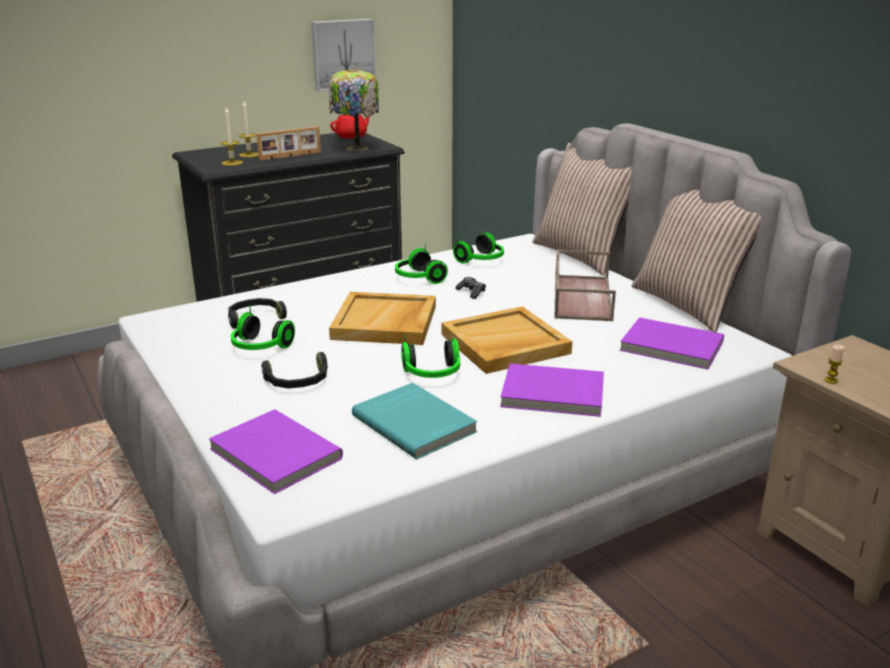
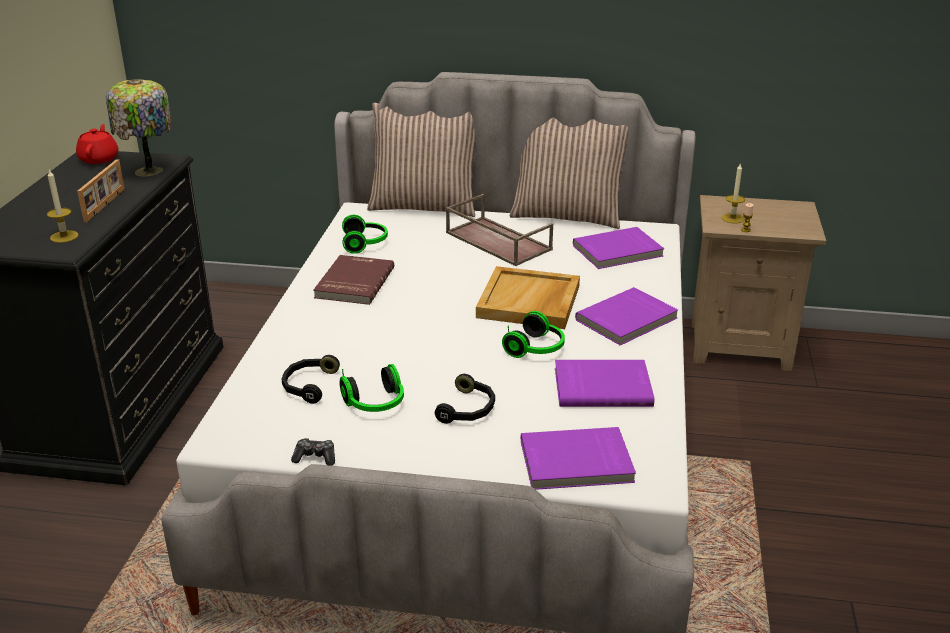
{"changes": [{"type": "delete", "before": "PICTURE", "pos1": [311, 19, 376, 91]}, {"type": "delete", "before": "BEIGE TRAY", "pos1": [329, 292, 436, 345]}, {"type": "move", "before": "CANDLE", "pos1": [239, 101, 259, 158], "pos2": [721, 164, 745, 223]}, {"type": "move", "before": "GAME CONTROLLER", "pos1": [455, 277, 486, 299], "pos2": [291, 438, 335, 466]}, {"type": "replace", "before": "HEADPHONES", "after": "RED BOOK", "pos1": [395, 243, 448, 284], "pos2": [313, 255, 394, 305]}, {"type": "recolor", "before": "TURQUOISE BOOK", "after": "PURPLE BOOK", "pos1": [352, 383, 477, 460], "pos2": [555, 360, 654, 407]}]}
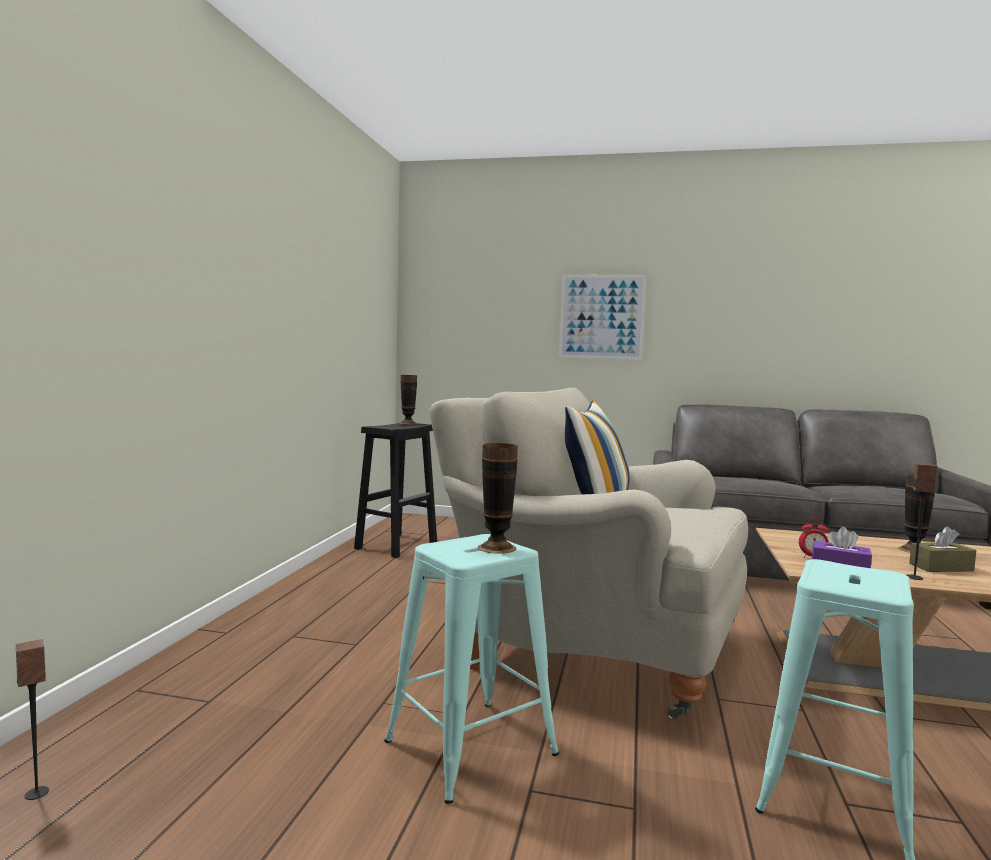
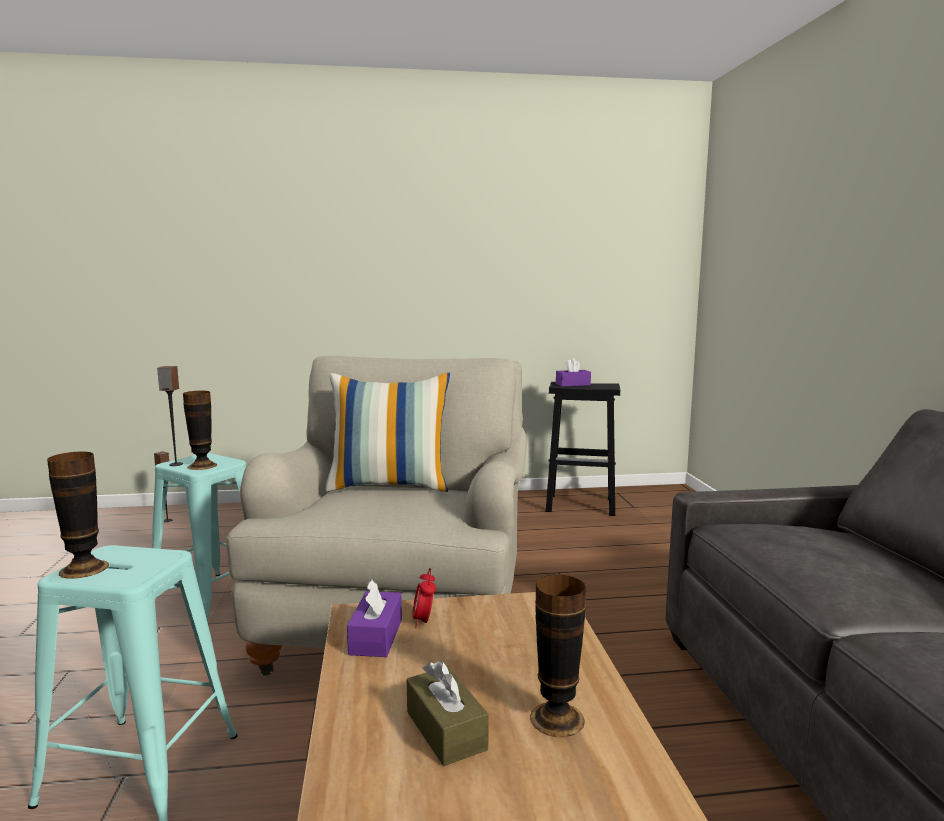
{"changes": [{"type": "delete", "before": "PICTURE", "pos1": [559, 275, 646, 360]}, {"type": "insert", "after": "PURPLE TISSUE BOX", "pos2": [556, 358, 591, 387]}, {"type": "move", "before": "VASE", "pos1": [399, 375, 417, 425], "pos2": [47, 451, 109, 579]}, {"type": "move", "before": "SPEAKER", "pos1": [907, 463, 938, 580], "pos2": [157, 366, 183, 466]}]}
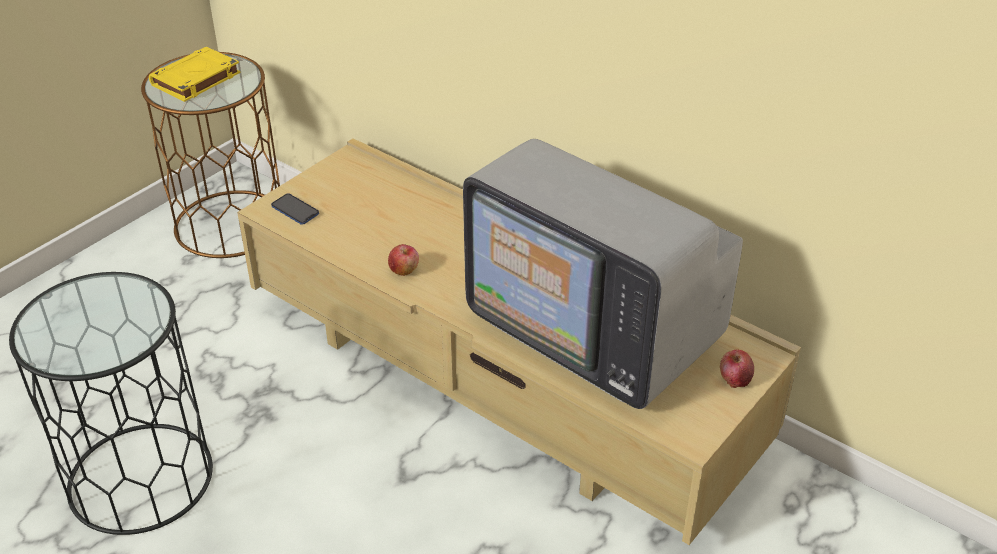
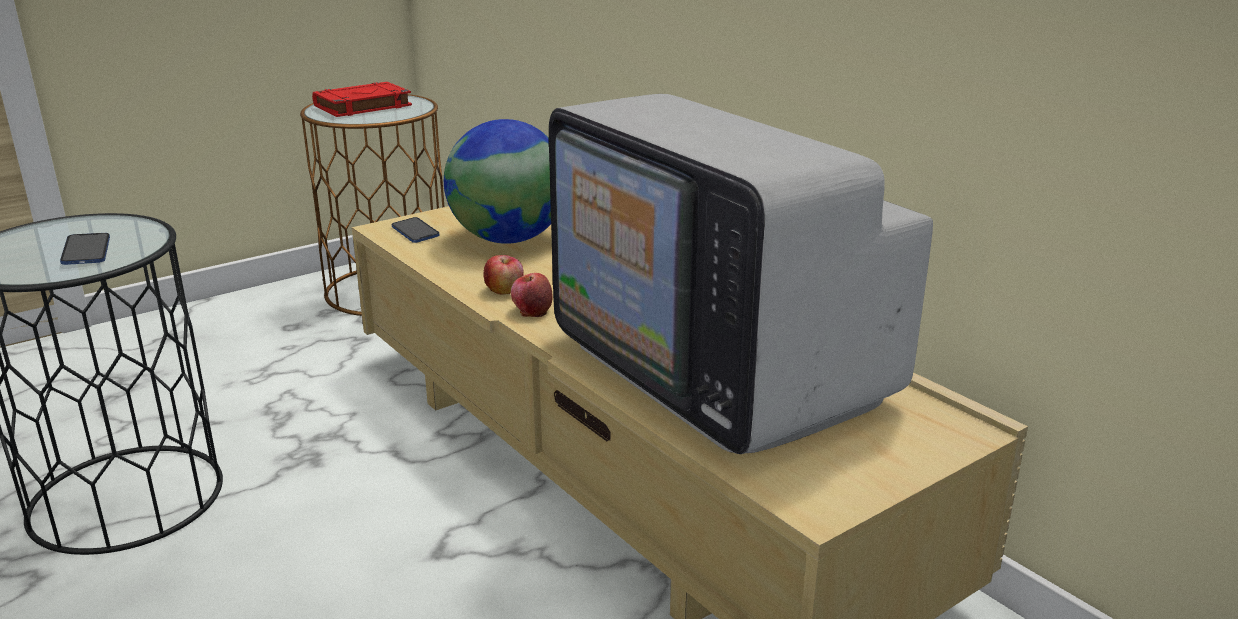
{"changes": [{"type": "insert", "after": "PHONE", "pos2": [60, 233, 110, 265]}, {"type": "insert", "after": "GLOBE", "pos2": [444, 119, 551, 244]}, {"type": "move", "before": "APPLE", "pos1": [720, 350, 754, 388], "pos2": [511, 273, 553, 317]}, {"type": "recolor", "before": "YELLOW BOOK", "after": "RED BOOK", "pos1": [149, 47, 241, 102], "pos2": [312, 82, 412, 117]}]}
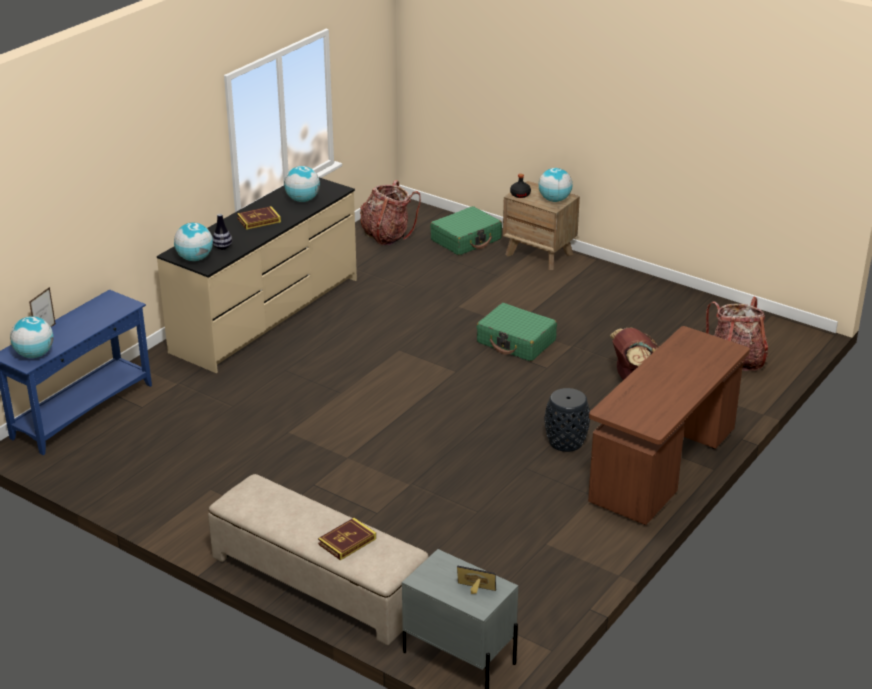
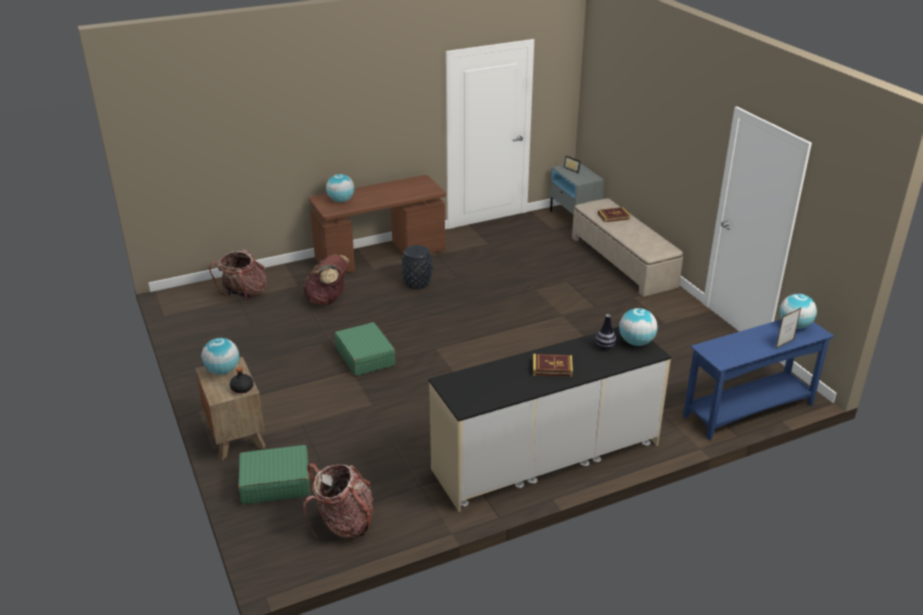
{"changes": [{"type": "move", "before": "GLOBE", "pos1": [284, 166, 320, 202], "pos2": [326, 174, 355, 202]}]}
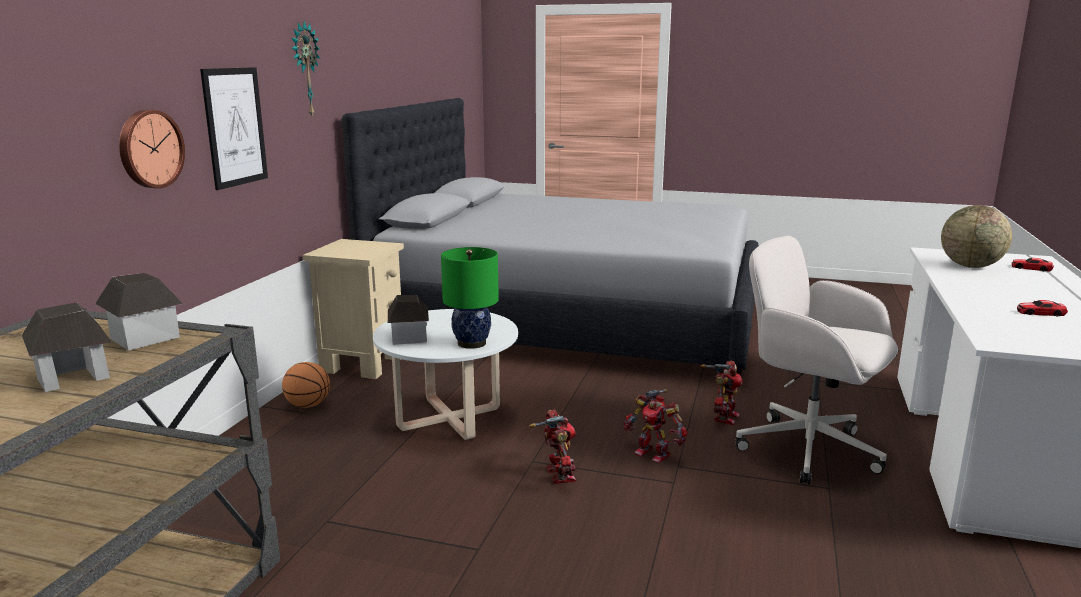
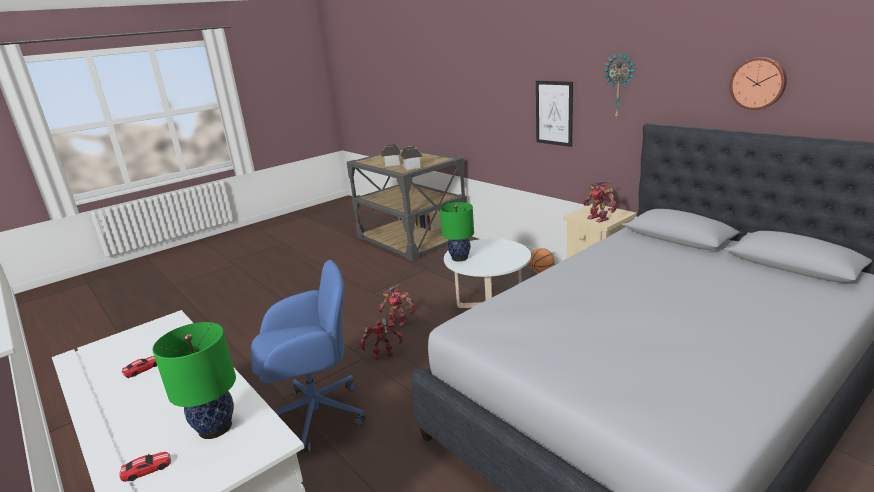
{"changes": [{"type": "delete", "before": "TOY HOUSE", "pos1": [388, 295, 429, 345]}, {"type": "move", "before": "WALL CLOCK", "pos1": [119, 110, 185, 188], "pos2": [730, 57, 787, 110]}, {"type": "move", "before": "TOY ROBOT", "pos1": [700, 361, 743, 425], "pos2": [583, 181, 617, 223]}, {"type": "replace", "before": "GLOBE", "after": "GREEN TABLE LAMP", "pos1": [941, 205, 1012, 268], "pos2": [152, 322, 236, 439]}, {"type": "recolor", "before": "WHITE OFFICE CHAIR", "after": "BLUE OFFICE CHAIR", "pos1": [735, 236, 898, 485], "pos2": [251, 260, 366, 453]}]}
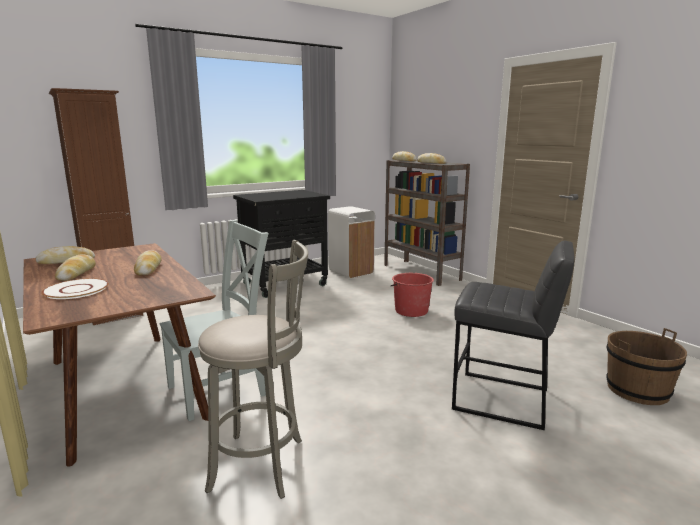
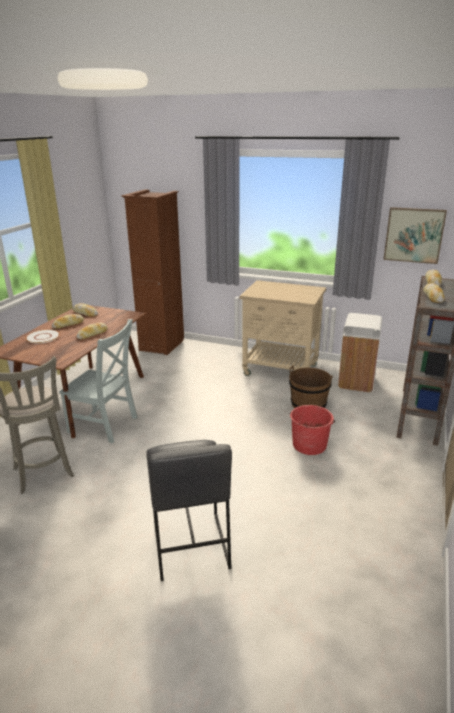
{"changes": [{"type": "insert", "after": "PICTURE", "pos2": [383, 207, 447, 264]}, {"type": "move", "before": "BROWN BUCKET", "pos1": [607, 328, 687, 405], "pos2": [289, 366, 333, 408]}, {"type": "recolor", "before": "BLACK CART", "after": "BEIGE CART", "pos1": [233, 190, 330, 298], "pos2": [240, 280, 326, 376]}]}
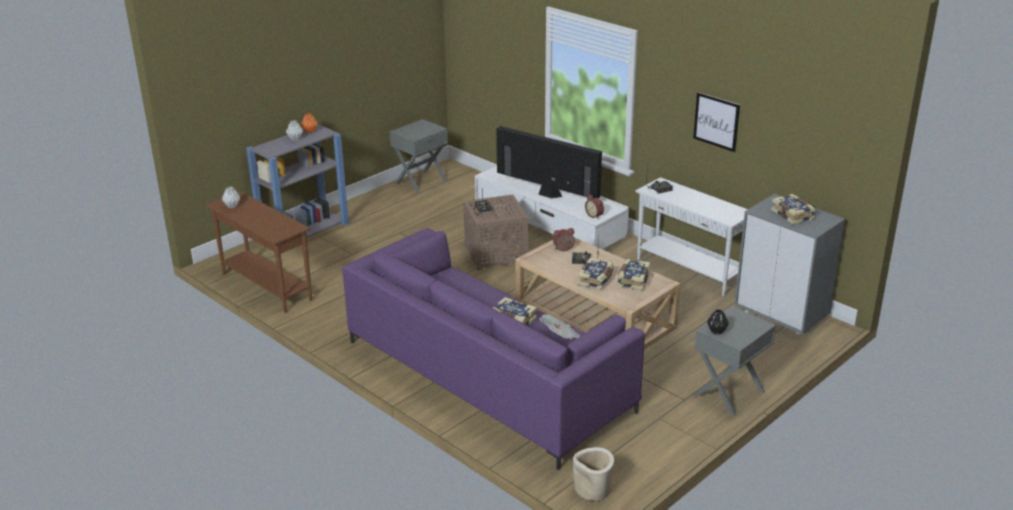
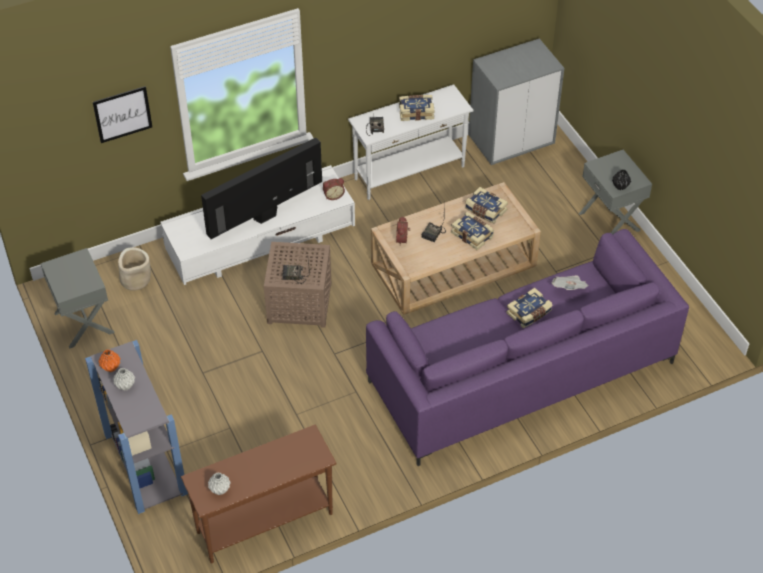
{"changes": [{"type": "move", "before": "BEIGE PLANTER", "pos1": [573, 447, 614, 501], "pos2": [118, 247, 151, 290]}, {"type": "move", "before": "PICTURE", "pos1": [693, 92, 740, 152], "pos2": [93, 86, 152, 143]}, {"type": "move", "before": "BOOK", "pos1": [771, 194, 816, 225], "pos2": [399, 95, 435, 121]}]}
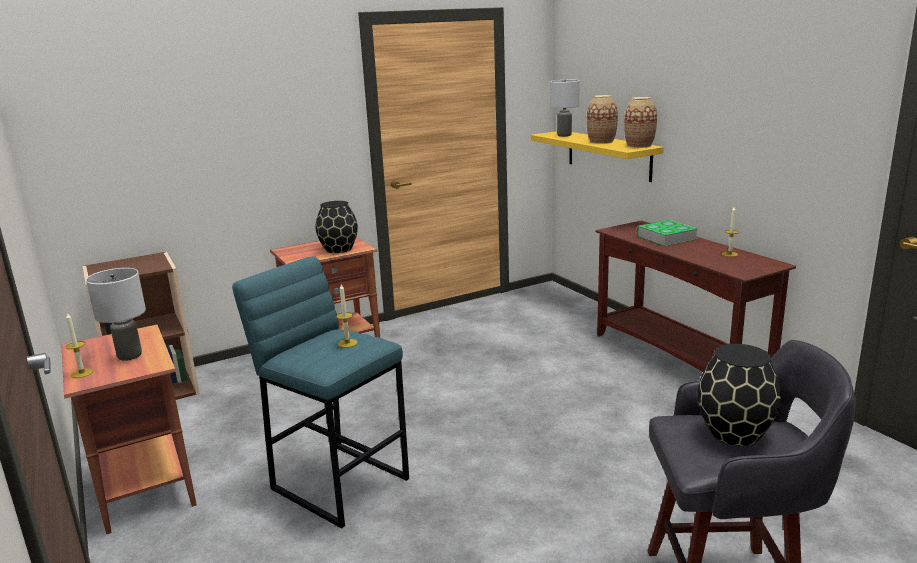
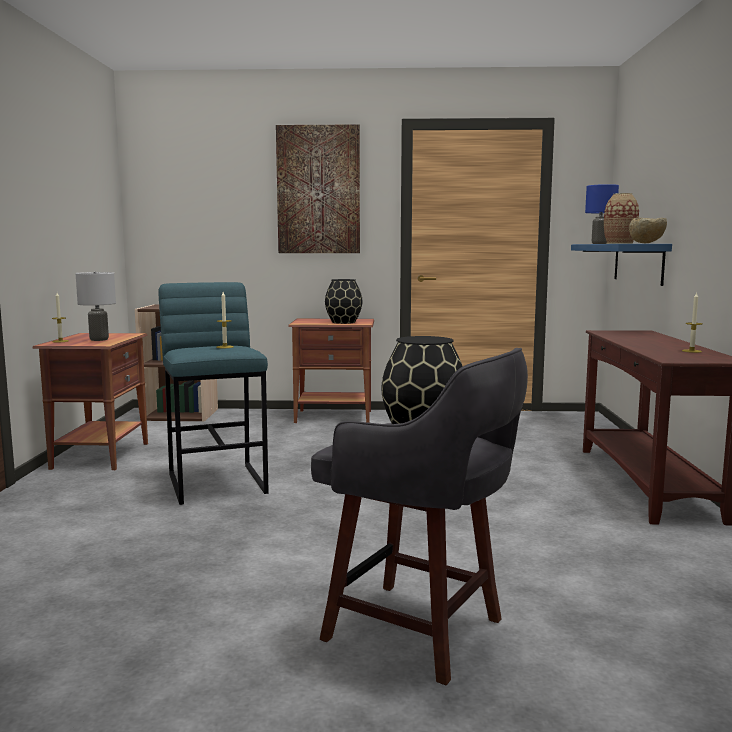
{"changes": [{"type": "delete", "before": "BOOK", "pos1": [637, 220, 698, 246]}, {"type": "insert", "after": "PICTURE", "pos2": [276, 124, 360, 253]}, {"type": "replace", "before": "VASE", "after": "BEIGE BOWL", "pos1": [624, 97, 657, 148], "pos2": [629, 218, 667, 243]}, {"type": "recolor", "before": "YELLOW SHELF", "after": "BLUE SHELF", "pos1": [531, 131, 664, 182], "pos2": [571, 244, 672, 286]}, {"type": "recolor", "before": "WHITE TABLE LAMP", "after": "BLUE TABLE LAMP", "pos1": [550, 80, 580, 137], "pos2": [585, 184, 619, 244]}]}
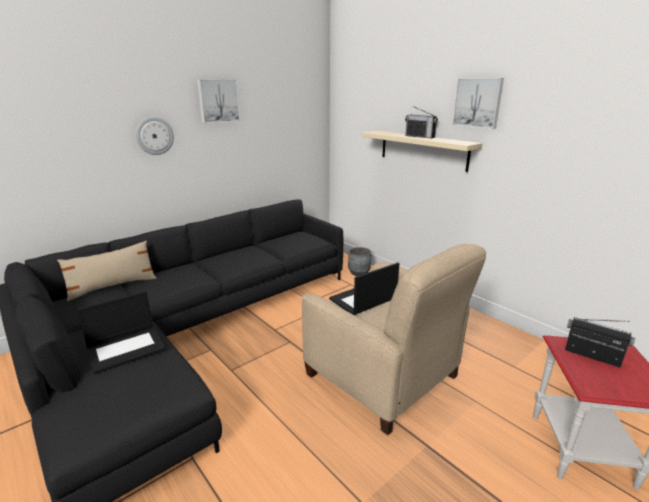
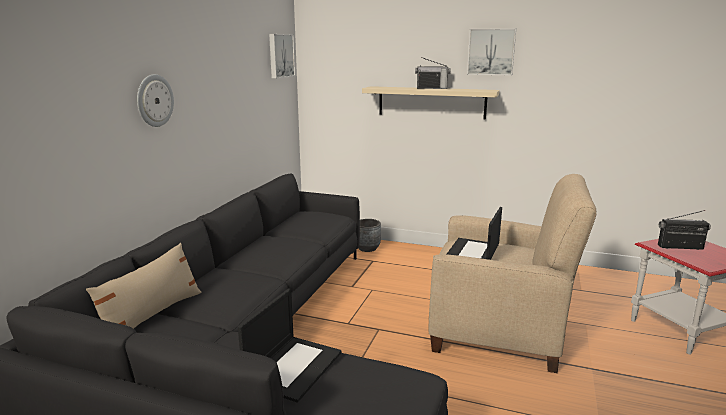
{"changes": [{"type": "move", "before": "PICTURE", "pos1": [197, 79, 240, 124], "pos2": [269, 34, 295, 79]}]}
